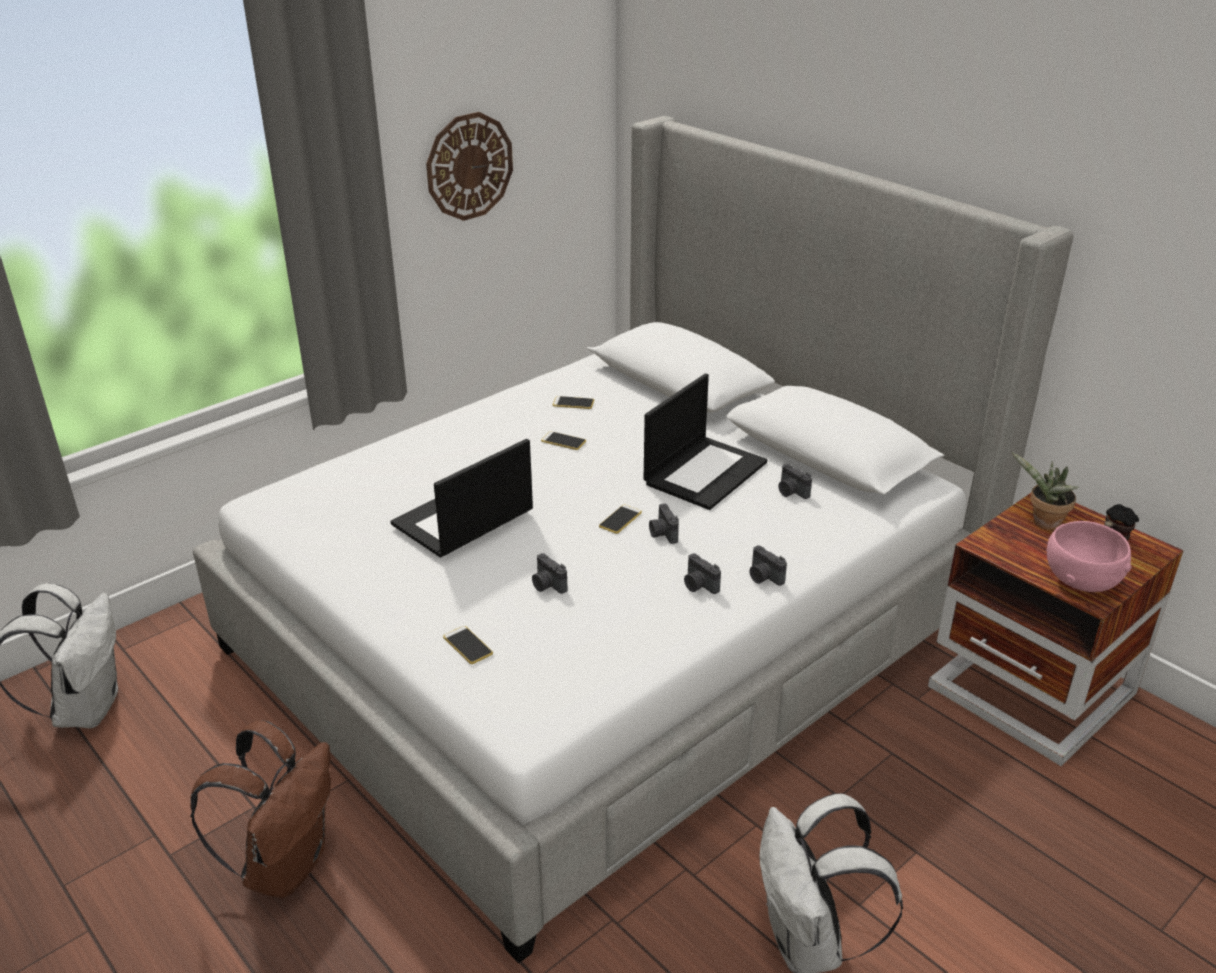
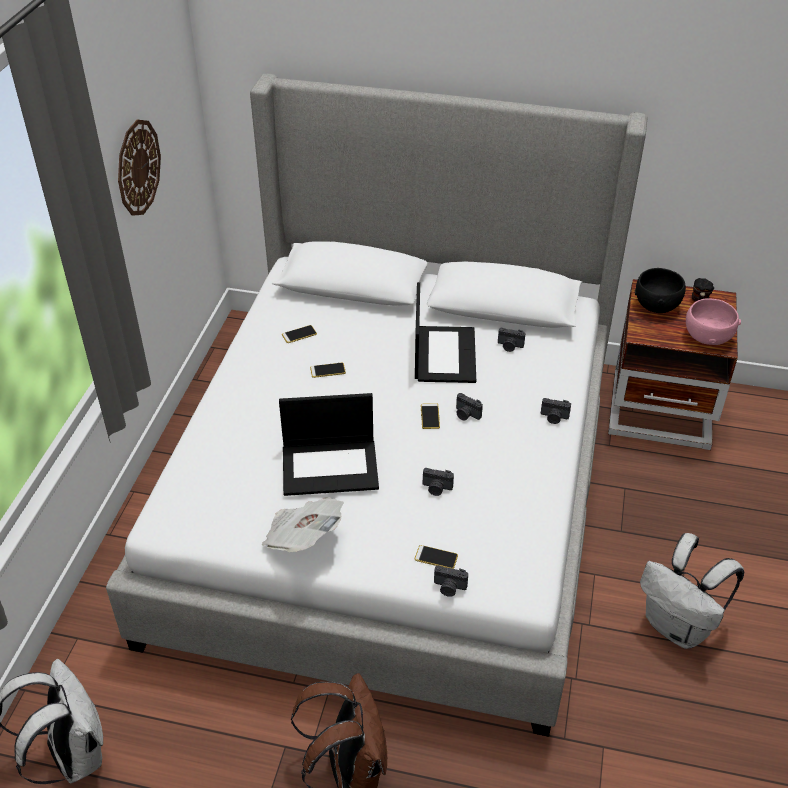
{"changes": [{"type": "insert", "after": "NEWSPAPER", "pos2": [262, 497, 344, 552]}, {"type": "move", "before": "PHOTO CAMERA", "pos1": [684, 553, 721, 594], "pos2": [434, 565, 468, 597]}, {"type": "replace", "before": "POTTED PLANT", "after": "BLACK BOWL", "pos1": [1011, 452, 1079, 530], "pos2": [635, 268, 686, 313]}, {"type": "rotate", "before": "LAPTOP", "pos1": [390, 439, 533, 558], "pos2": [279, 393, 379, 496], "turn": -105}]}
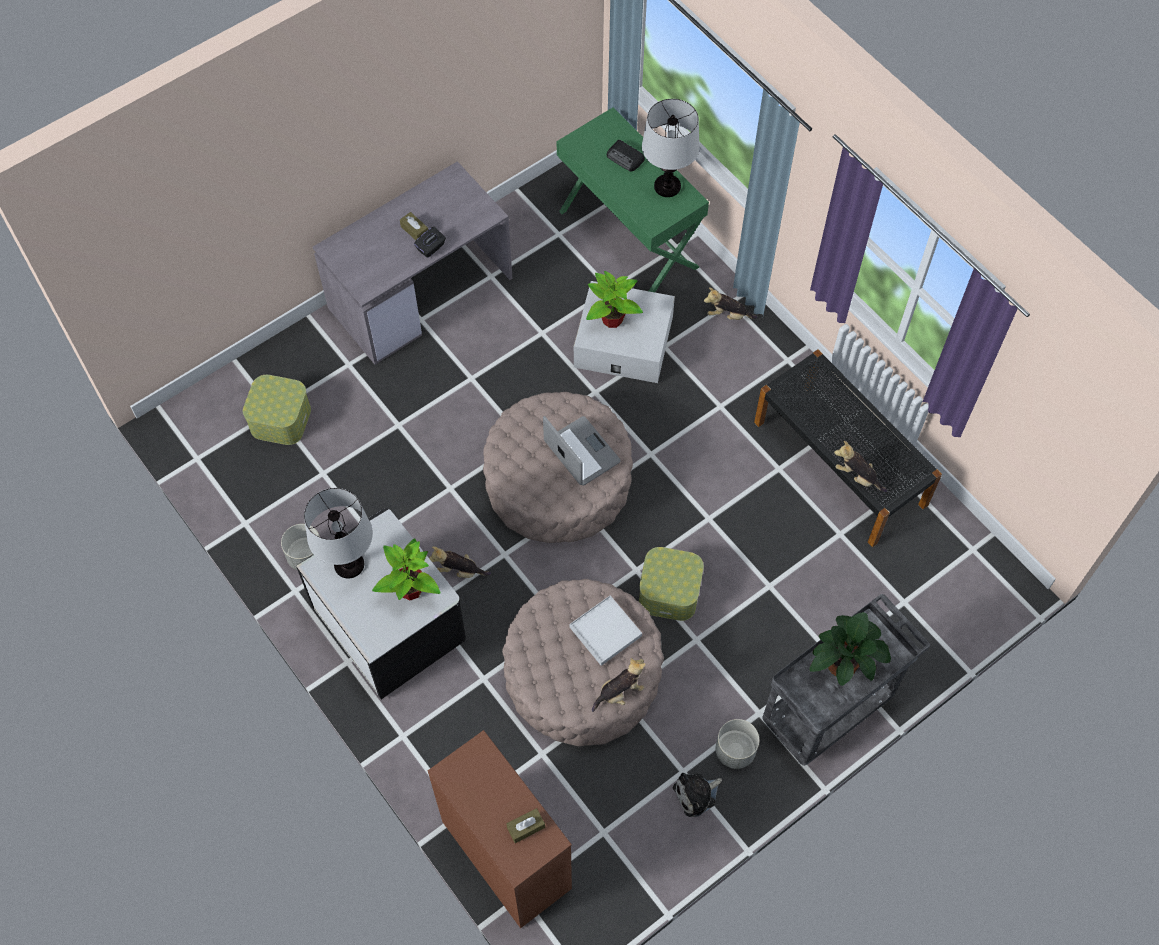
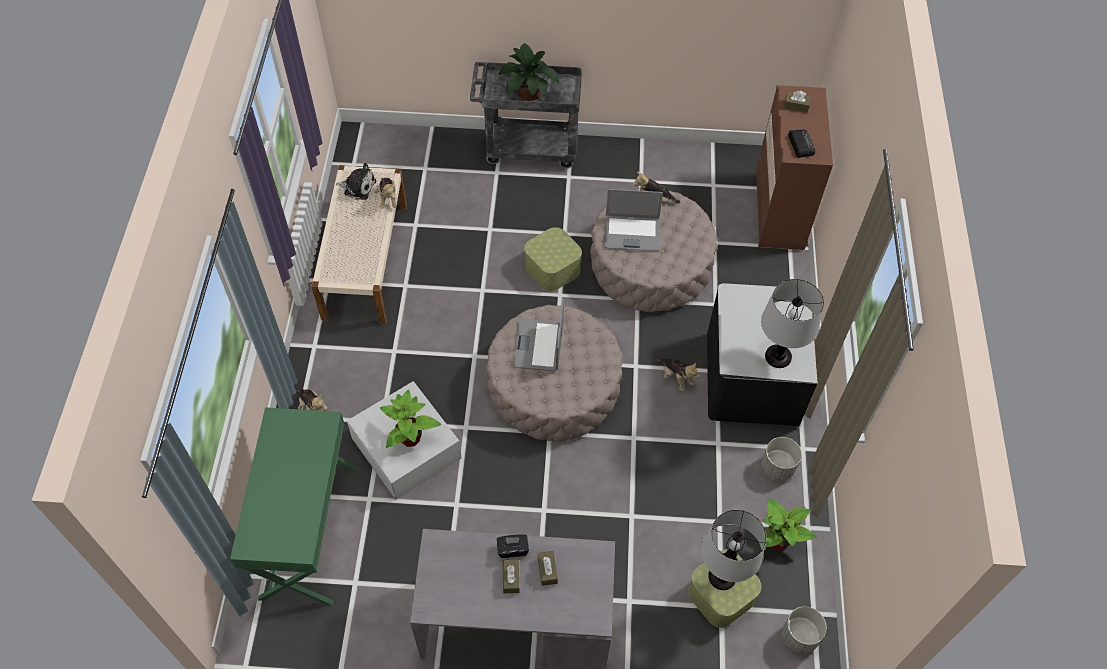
{"changes": [{"type": "insert", "after": "BROWN TISSUE BOX", "pos2": [538, 551, 558, 586]}, {"type": "move", "before": "POTTED PLANT", "pos1": [372, 538, 441, 601], "pos2": [760, 498, 816, 551]}, {"type": "move", "before": "RADIO", "pos1": [607, 140, 645, 172], "pos2": [788, 130, 815, 158]}, {"type": "move", "before": "TABLE LAMP", "pos1": [642, 99, 700, 197], "pos2": [701, 510, 766, 590]}, {"type": "move", "before": "PLUSH TOY", "pos1": [673, 773, 722, 817], "pos2": [336, 163, 376, 200]}, {"type": "move", "before": "GREY PLANTER", "pos1": [716, 719, 759, 769], "pos2": [782, 606, 827, 654]}, {"type": "replace", "before": "WHITE TRAY", "after": "LAPTOP", "pos1": [569, 595, 642, 666], "pos2": [604, 189, 663, 251]}, {"type": "recolor", "before": "BLACK BENCH", "after": "BEIGE BENCH", "pos1": [754, 349, 942, 547], "pos2": [311, 165, 407, 324]}]}
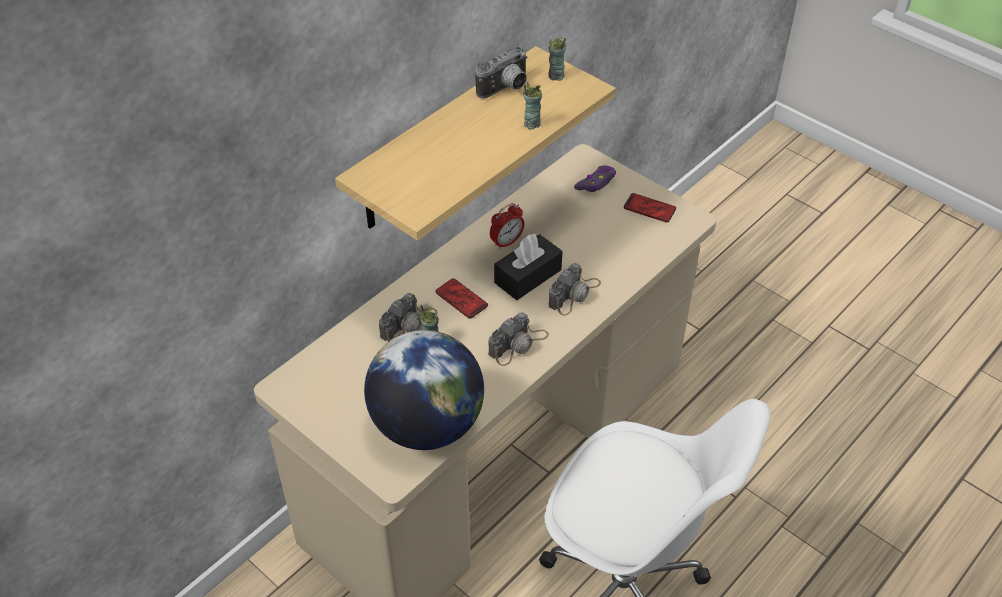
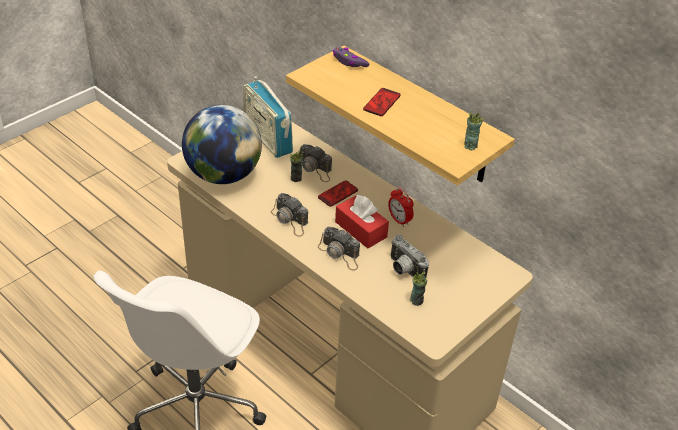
{"changes": [{"type": "insert", "after": "RADIO", "pos2": [243, 76, 293, 158]}, {"type": "move", "before": "PHOTO CAMERA", "pos1": [475, 47, 528, 99], "pos2": [391, 234, 429, 277]}, {"type": "move", "before": "CUP", "pos1": [523, 82, 542, 130], "pos2": [410, 267, 427, 306]}, {"type": "move", "before": "PURPLE GAME CONTROLLER", "pos1": [574, 165, 616, 192], "pos2": [332, 47, 369, 67]}, {"type": "move", "before": "PHONE", "pos1": [624, 193, 676, 223], "pos2": [363, 88, 401, 116]}, {"type": "recolor", "before": "BLACK TISSUE BOX", "after": "RED TISSUE BOX", "pos1": [494, 234, 562, 300], "pos2": [335, 195, 389, 248]}]}
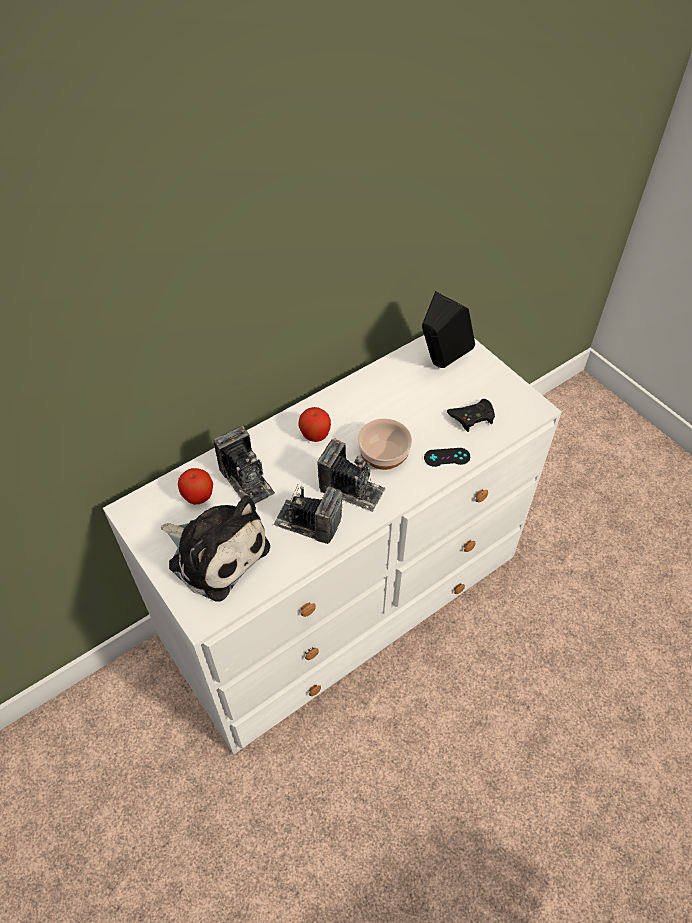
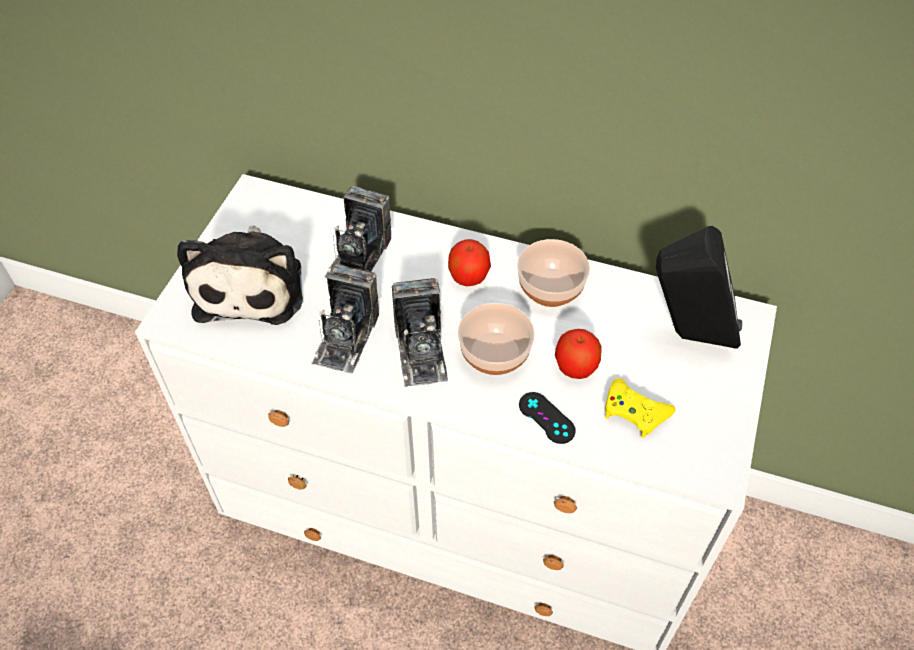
{"changes": [{"type": "insert", "after": "BOWL", "pos2": [517, 239, 590, 307]}, {"type": "move", "before": "APPLE", "pos1": [178, 468, 213, 504], "pos2": [555, 329, 602, 379]}, {"type": "recolor", "before": "BLACK GAME CONTROLLER", "after": "YELLOW GAME CONTROLLER", "pos1": [447, 399, 495, 432], "pos2": [605, 378, 676, 438]}, {"type": "rotate", "before": "PHOTO CAMERA", "pos1": [274, 485, 343, 544], "pos2": [312, 264, 379, 373], "turn": -150}]}
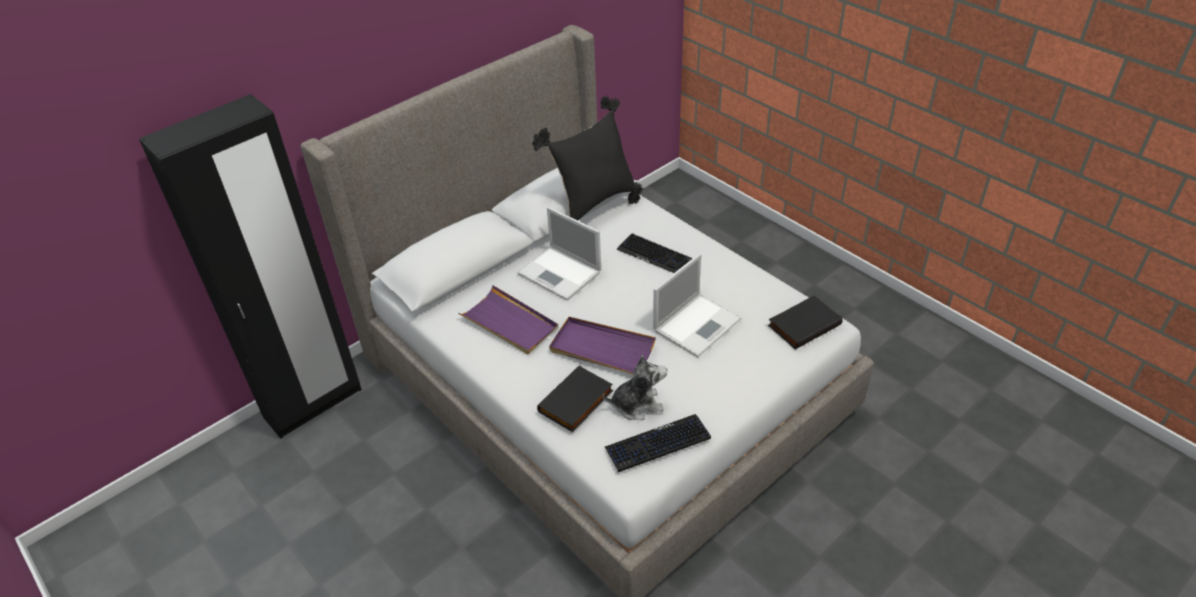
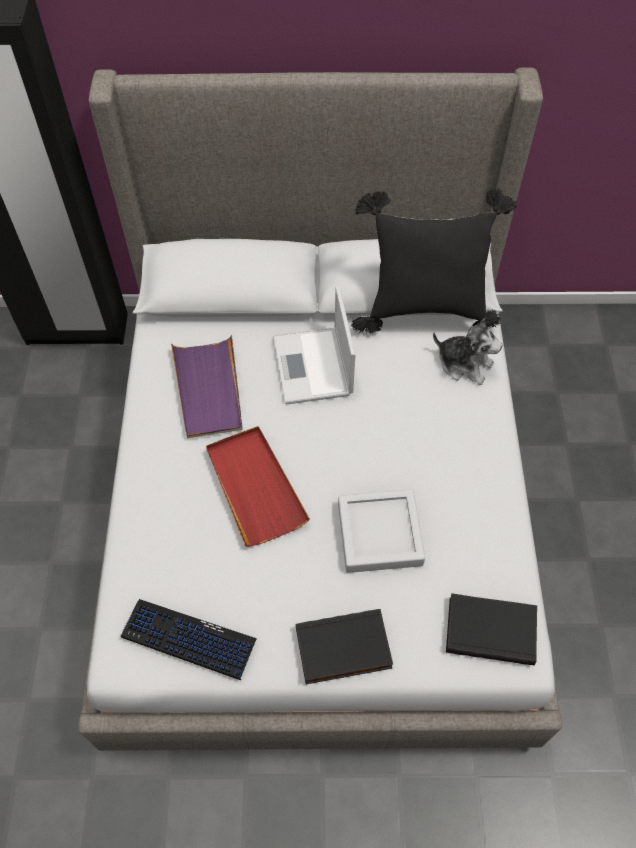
{"changes": [{"type": "delete", "before": "KEYBOARD", "pos1": [616, 233, 693, 273]}, {"type": "move", "before": "BLACK BOOK", "pos1": [537, 365, 613, 432], "pos2": [296, 609, 393, 684]}, {"type": "move", "before": "PLUSH TOY", "pos1": [603, 355, 667, 420], "pos2": [433, 318, 503, 385]}, {"type": "replace", "before": "LAPTOP", "after": "GREY TRAY", "pos1": [653, 254, 741, 358], "pos2": [338, 489, 425, 573]}, {"type": "recolor", "before": "PURPLE TRAY", "after": "RED TRAY", "pos1": [549, 317, 656, 375], "pos2": [206, 426, 310, 546]}]}
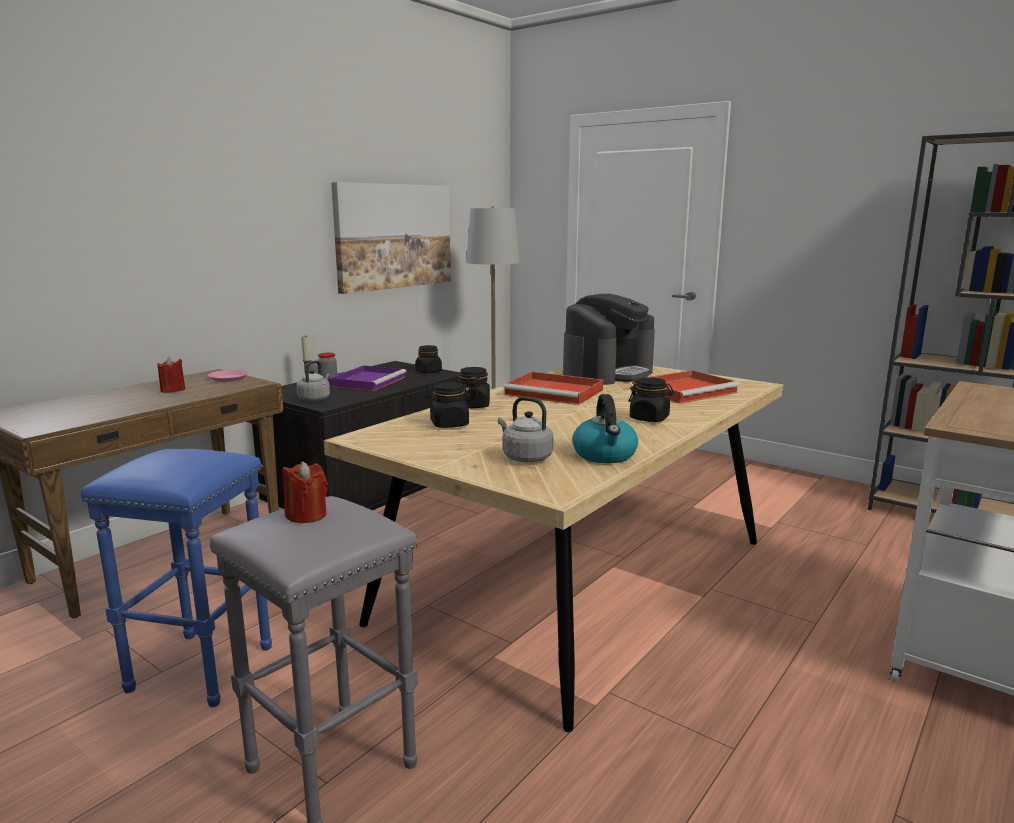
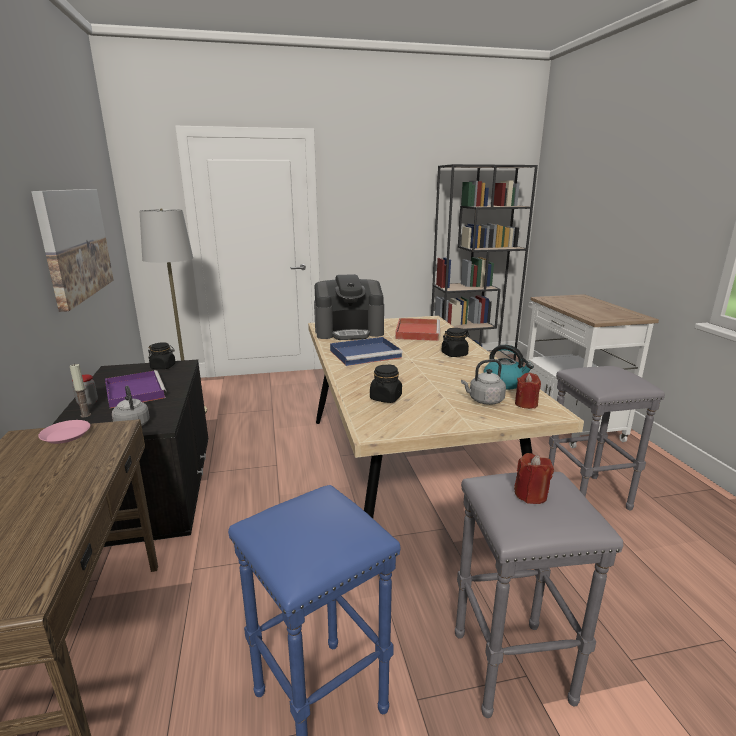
{"changes": [{"type": "delete", "before": "BLACK JAR", "pos1": [459, 367, 490, 408]}, {"type": "insert", "after": "GREY STOOL", "pos2": [549, 366, 665, 510]}, {"type": "move", "before": "RED CANDLE", "pos1": [157, 357, 185, 393], "pos2": [515, 373, 541, 409]}, {"type": "recolor", "before": "RED TRAY", "after": "BLUE TRAY", "pos1": [504, 372, 603, 405], "pos2": [330, 337, 403, 366]}, {"type": "rotate", "before": "COFFEE MACHINE", "pos1": [563, 294, 655, 385], "pos2": [314, 274, 384, 340], "turn": 90}]}
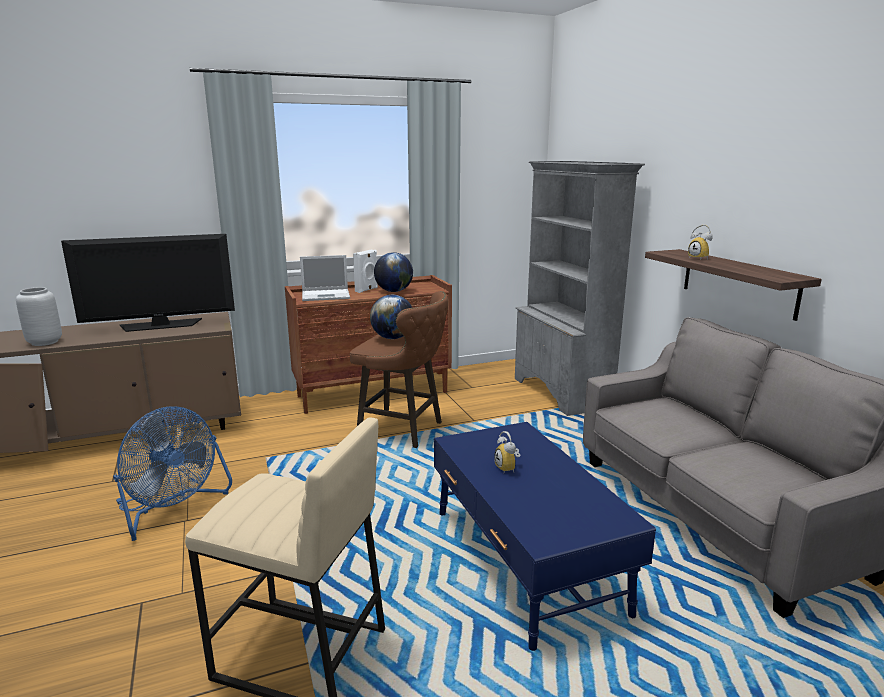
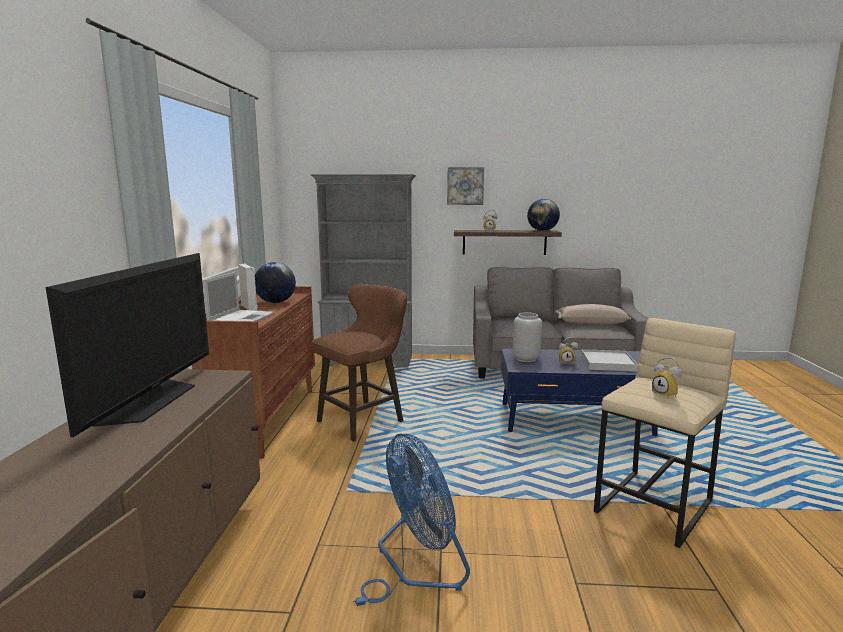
{"changes": [{"type": "insert", "after": "PICTURE", "pos2": [447, 167, 484, 205]}, {"type": "insert", "after": "BEIGE PILLOW", "pos2": [555, 304, 631, 324]}, {"type": "insert", "after": "WHITE TRAY", "pos2": [581, 349, 638, 371]}, {"type": "insert", "after": "ALARM CLOCK", "pos2": [652, 357, 682, 399]}, {"type": "move", "before": "GREY VASE", "pos1": [16, 287, 62, 346], "pos2": [513, 312, 542, 362]}, {"type": "move", "before": "GLOBE", "pos1": [370, 295, 412, 339], "pos2": [527, 199, 560, 231]}]}
